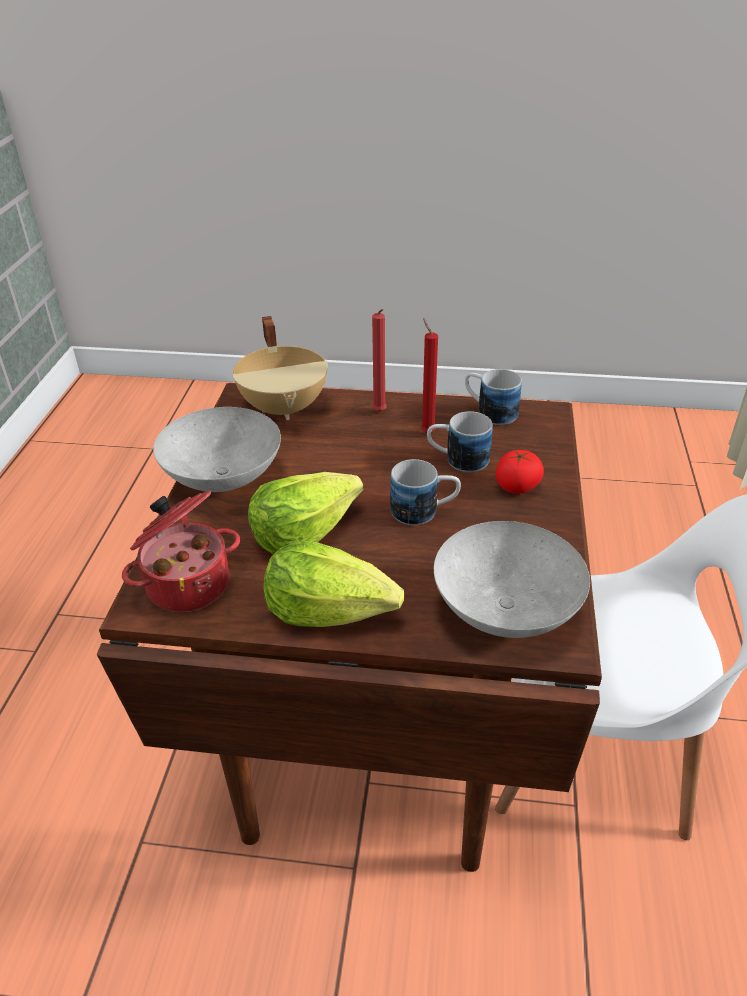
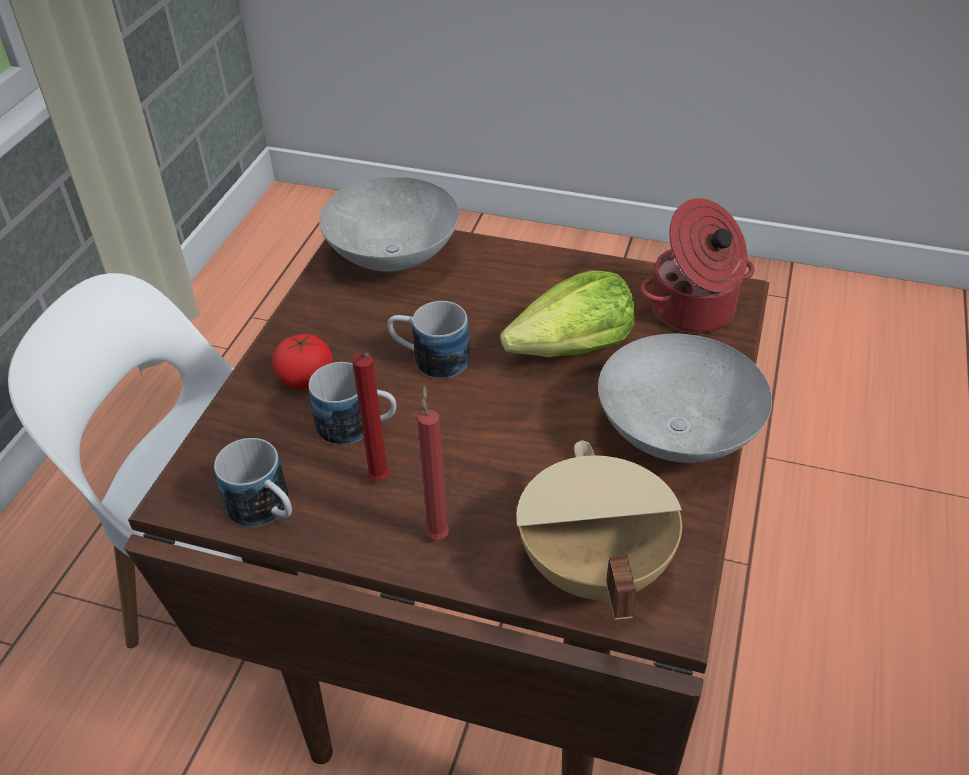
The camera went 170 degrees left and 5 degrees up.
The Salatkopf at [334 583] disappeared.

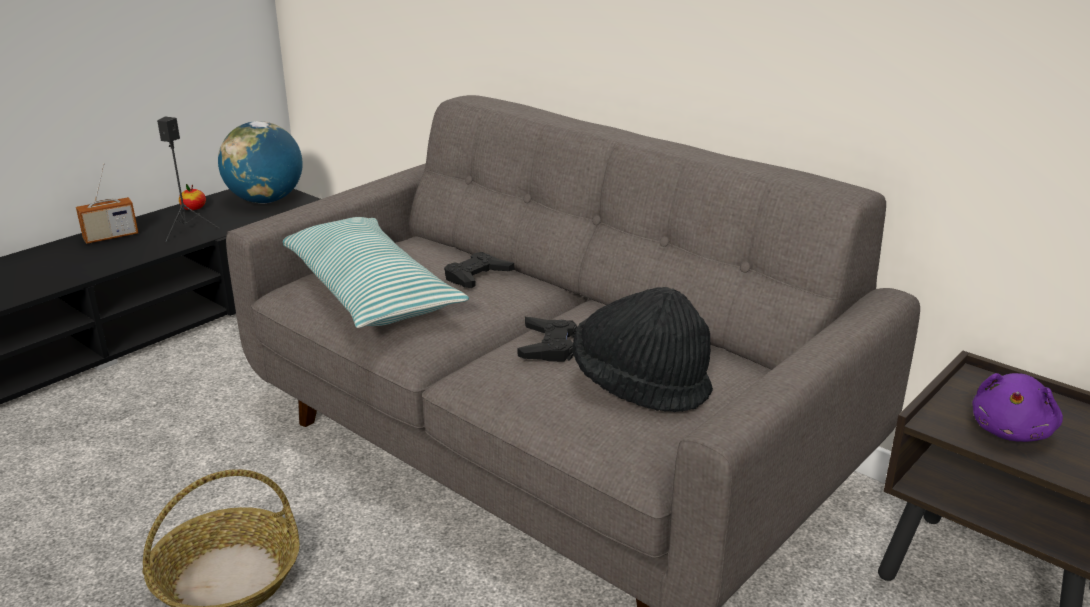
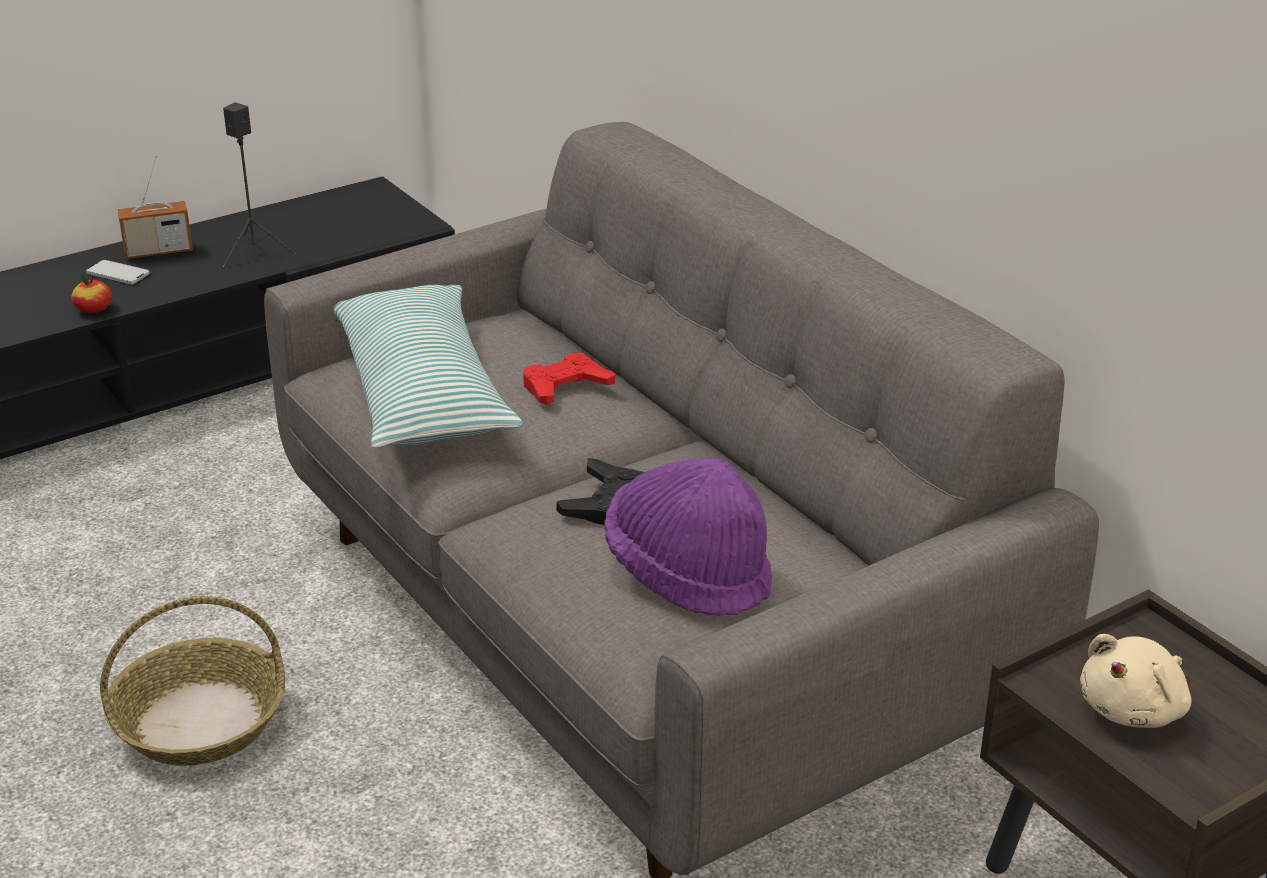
The camera went 15 degrees right and 5 degrees up.
The Apfel moved from [192 197] to [91 293].
The Globus at [260 162] disappeared.
The Gamepad/schwarz at [479 270] became the Gamepad/rot at [569 379].
The Hut/schwarz at [642 349] became the Hut/lila at [688 537].
The Plüschtier/lila at [1017 407] became the Plüschtier/beige at [1135 681].
The Handy at [118 272] appeared.

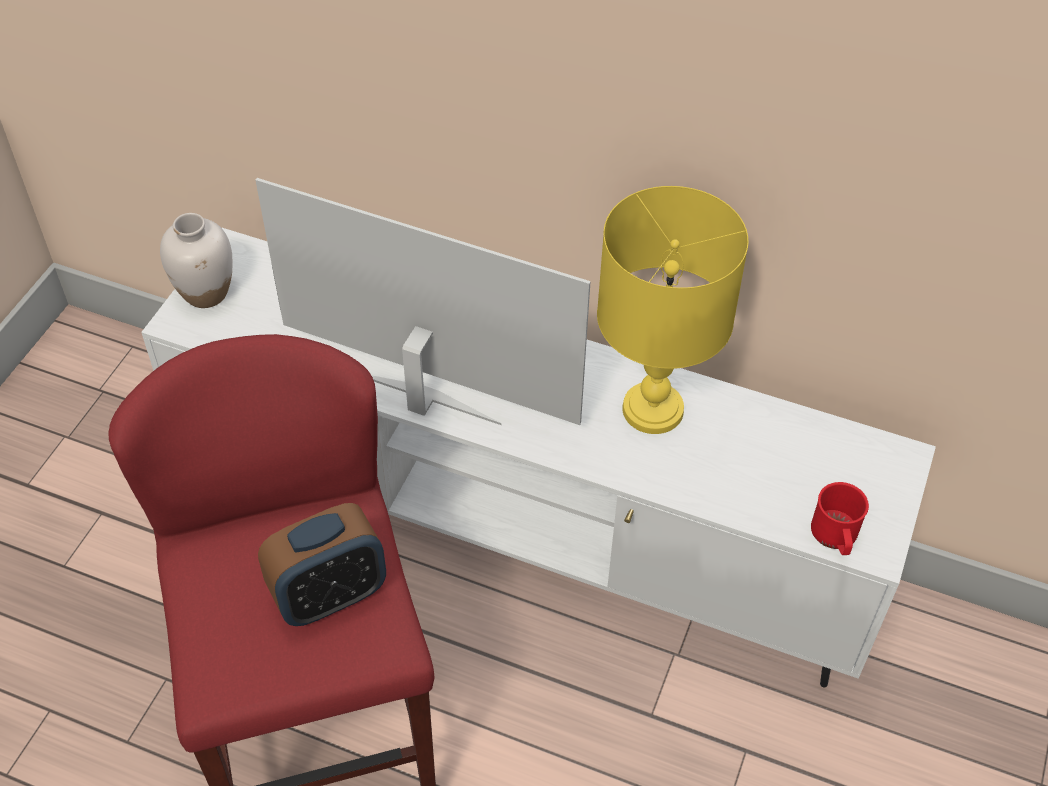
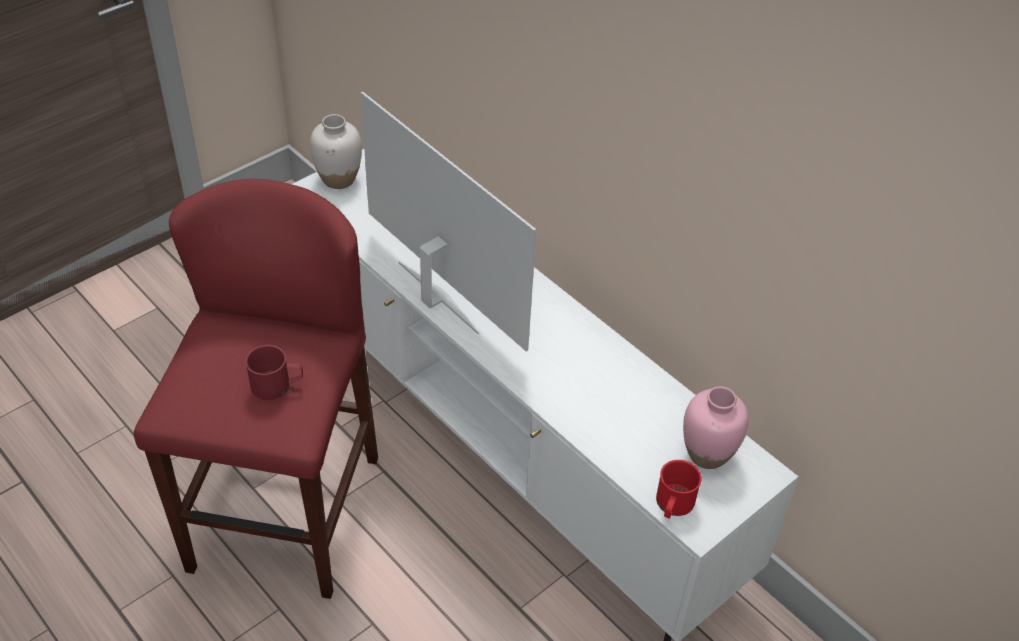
The camera went 25 degrees right and 5 degrees down.
The Wecker at [322 564] was replaced by the Henkelbecher/rot at [274 372].
The Tischlampe/gelb at [673 310] disappeared.
The Vase/rosa at [716 427] appeared.

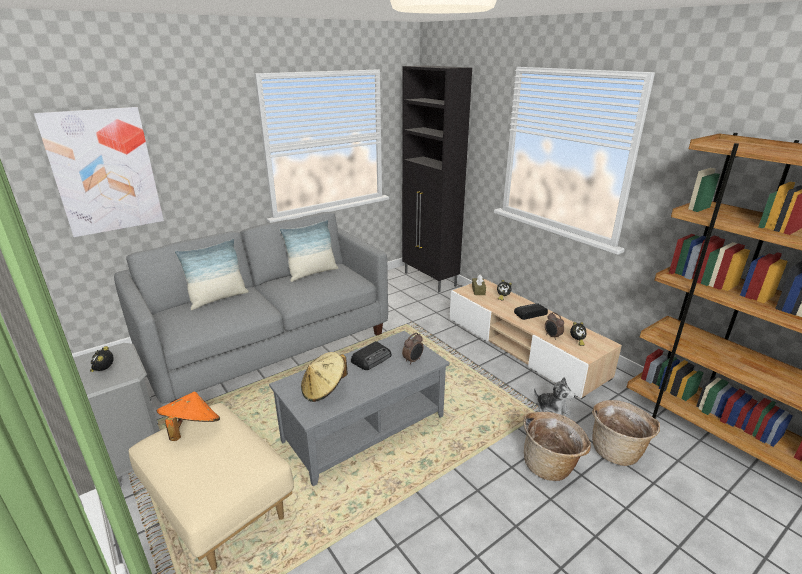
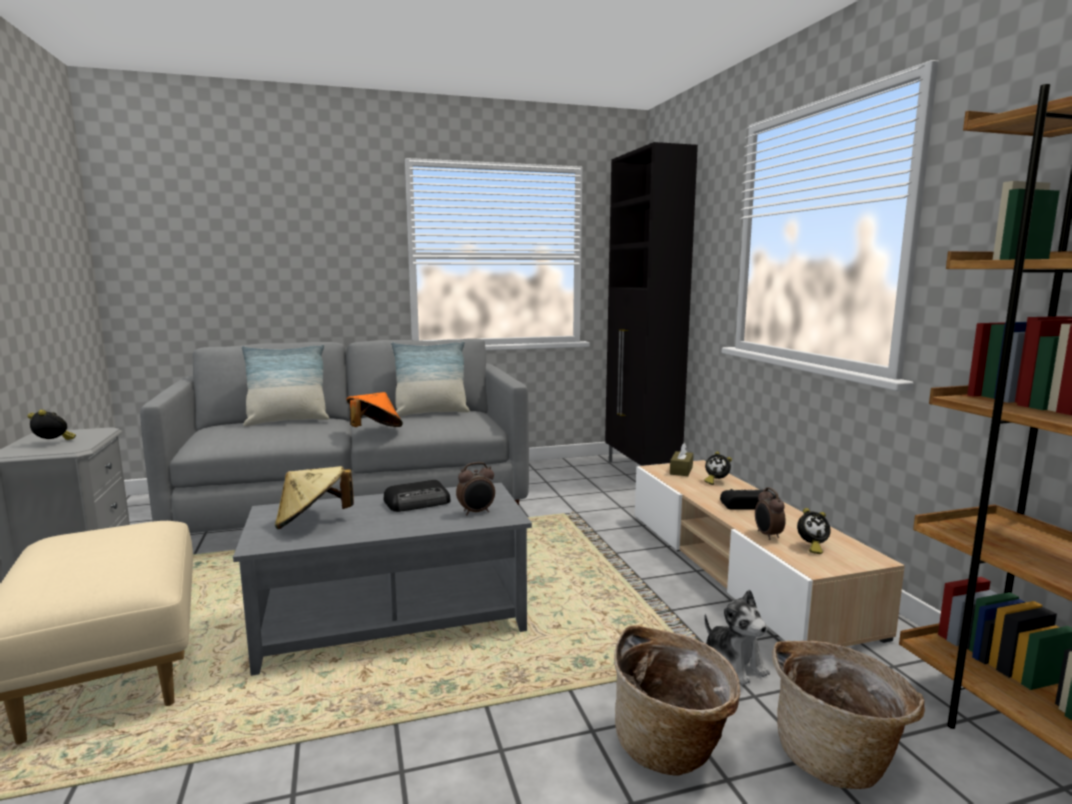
The camera went 20 degrees right and 15 degrees down.
The Bild at [99 172] disappeared.
The Wecker at [102 359] turned 90 degrees clockwise.
The Hut/orange moved from [188 416] to [374 409].

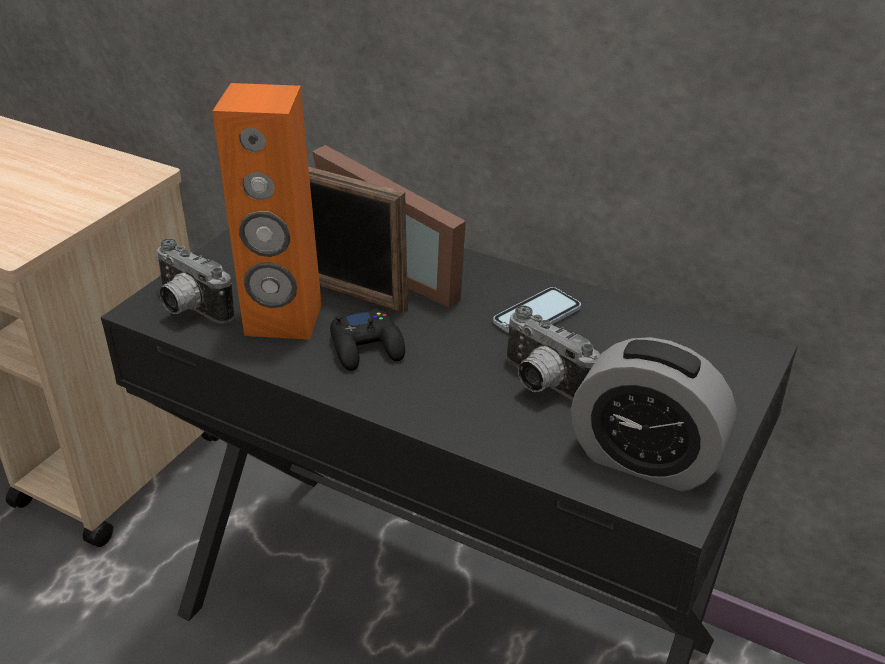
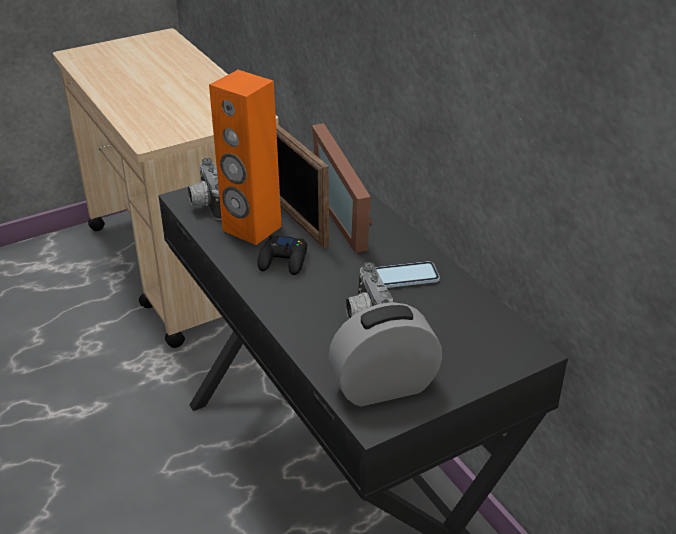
The camera went 30 degrees right and 0 degrees up.
The Wecker at [654 414] turned 105 degrees clockwise.

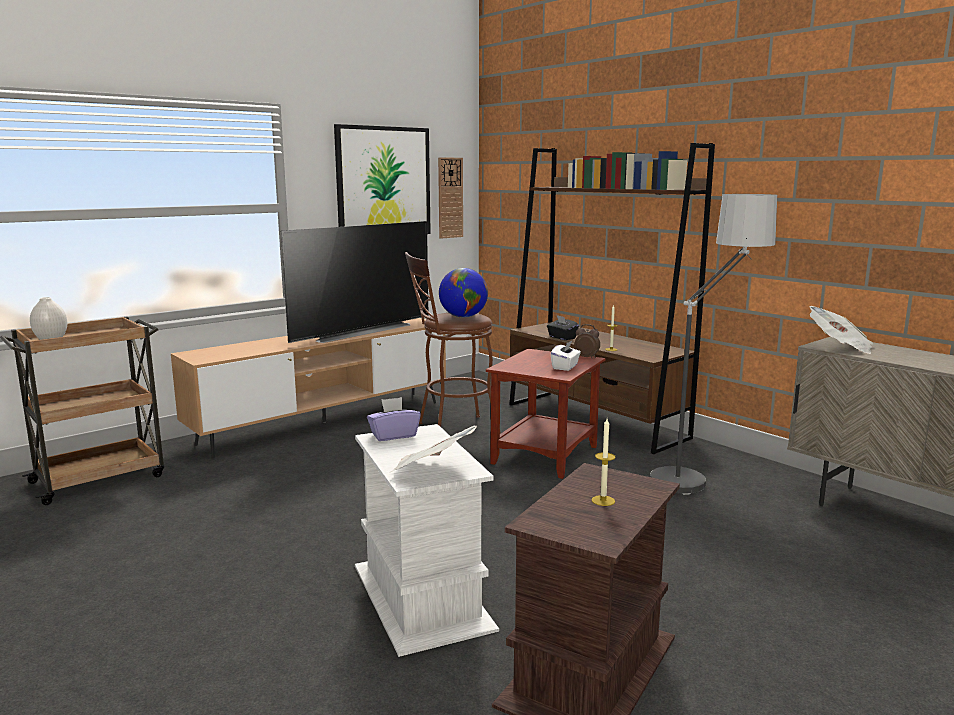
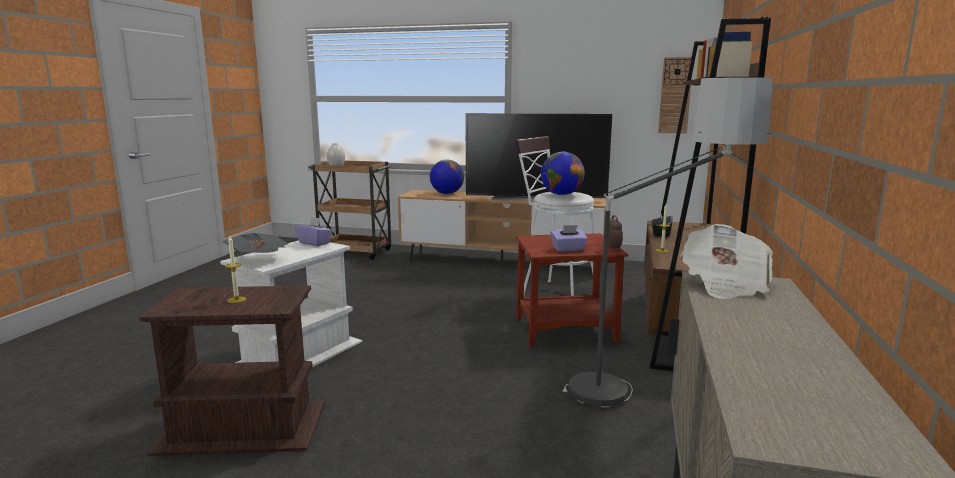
The camera went 55 degrees right and 0 degrees up.
The Bild at [382 179] disappeared.
The Hocker/braun at [453 343] became the Hocker/weiß at [554 216].
The Taschentuchbox/weiß at [566 355] became the Taschentuchbox/lila at [569 238].
The Globus at [447 177] appeared.

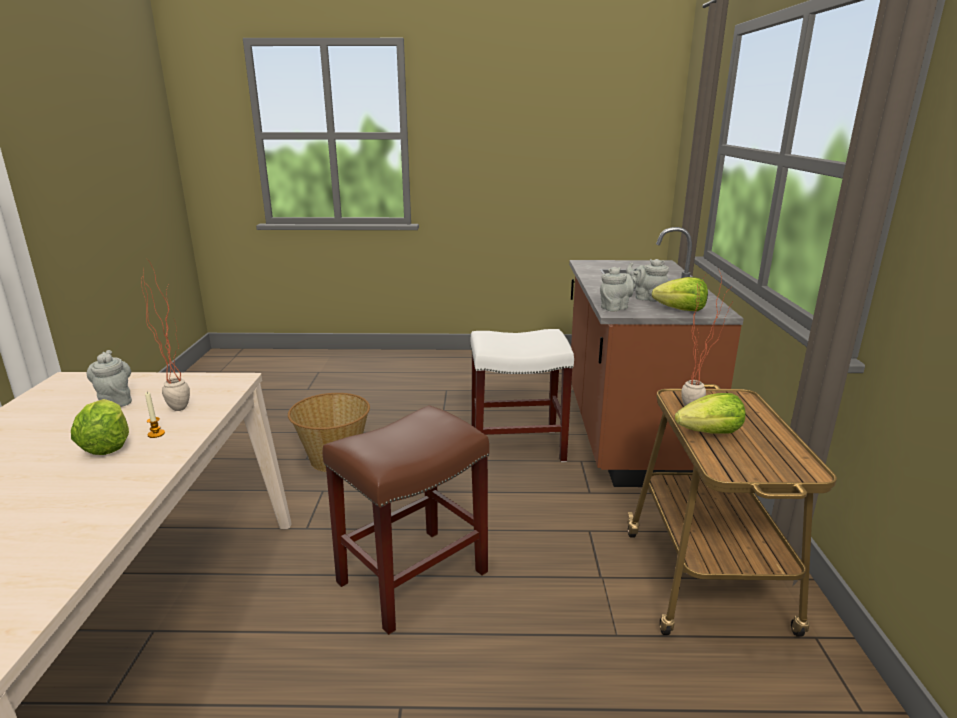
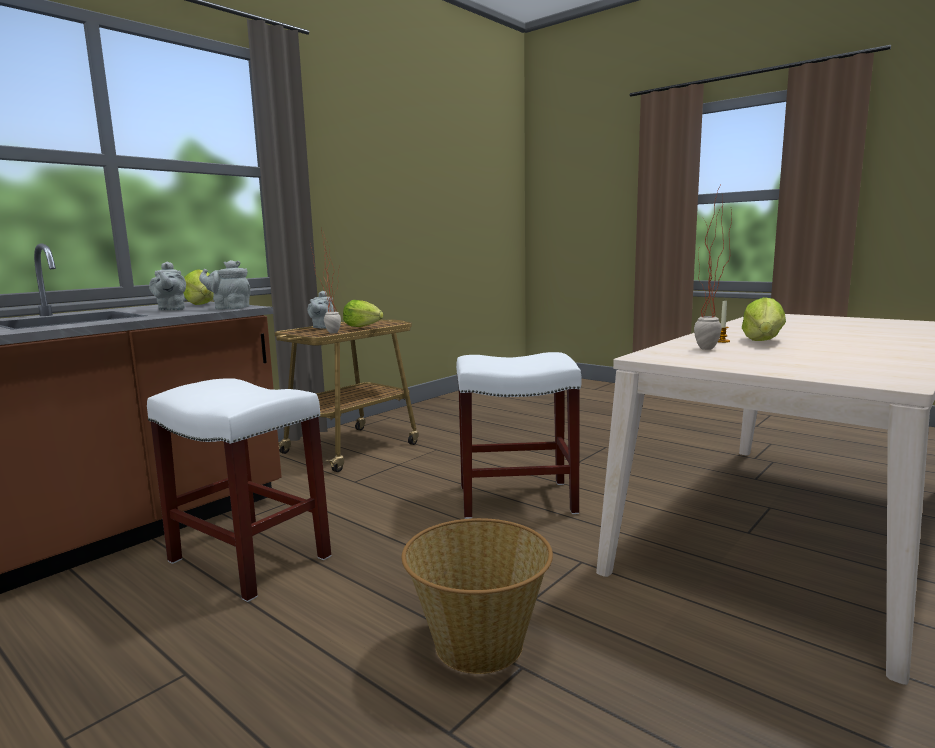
The camera went 140 degrees left and 10 degrees down.
The Teekanne/grau moved from [109 378] to [321 310].
The Hocker/braun at [406 520] became the Hocker/weiß at [519 435].

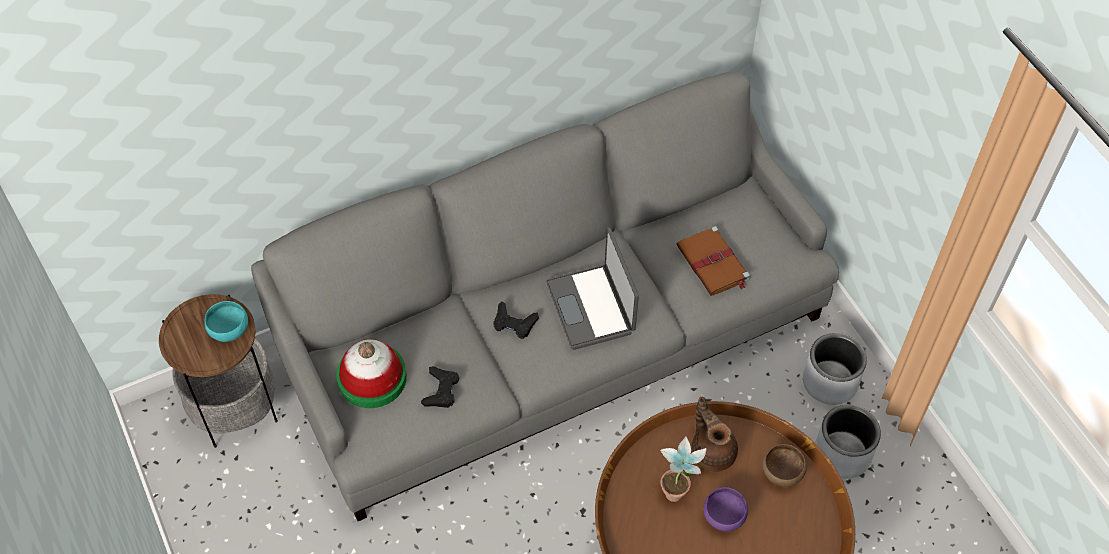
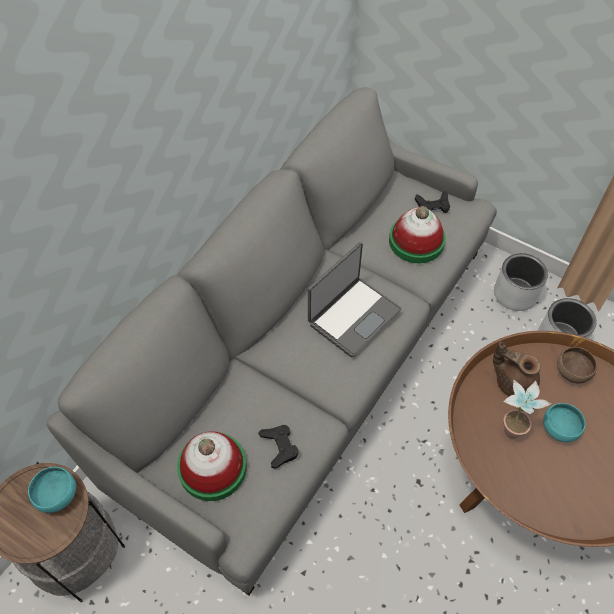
The camera went 30 degrees left and 0 degrees up.
The Gamepad/schwarz moved from [516 320] to [432 202].
The Laptop at [592 288] turned 90 degrees counterclockwise.
The Buch/braun at [713 261] was replaced by the Hut at [417 234].
The Schüssel/lila at [725 509] became the Schüssel/türkis at [564 422].

